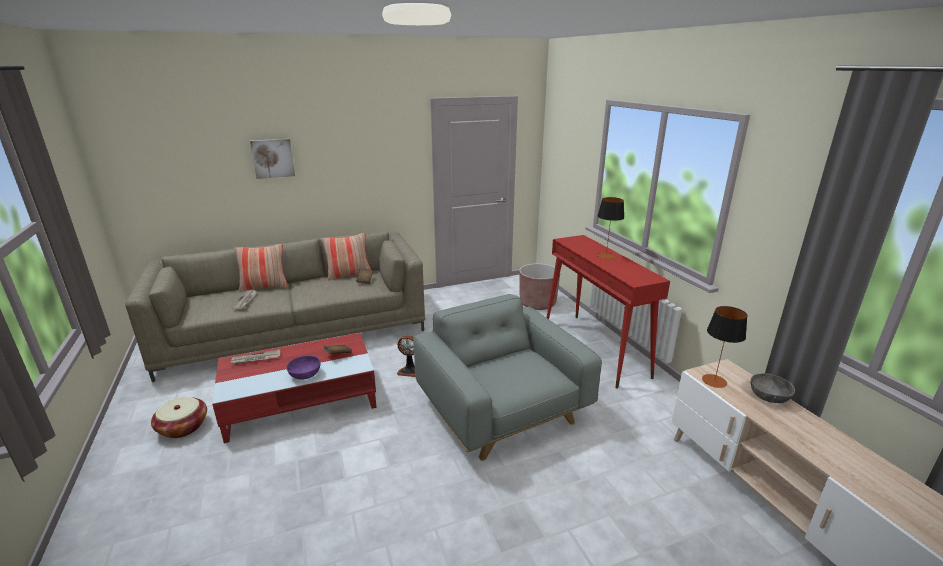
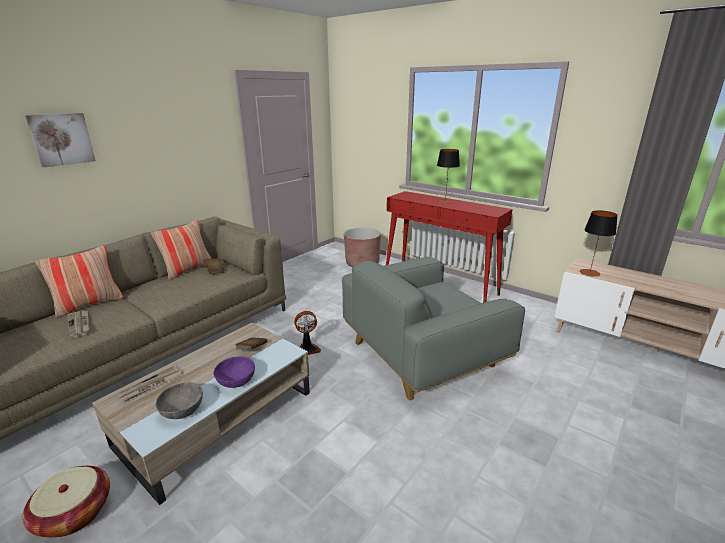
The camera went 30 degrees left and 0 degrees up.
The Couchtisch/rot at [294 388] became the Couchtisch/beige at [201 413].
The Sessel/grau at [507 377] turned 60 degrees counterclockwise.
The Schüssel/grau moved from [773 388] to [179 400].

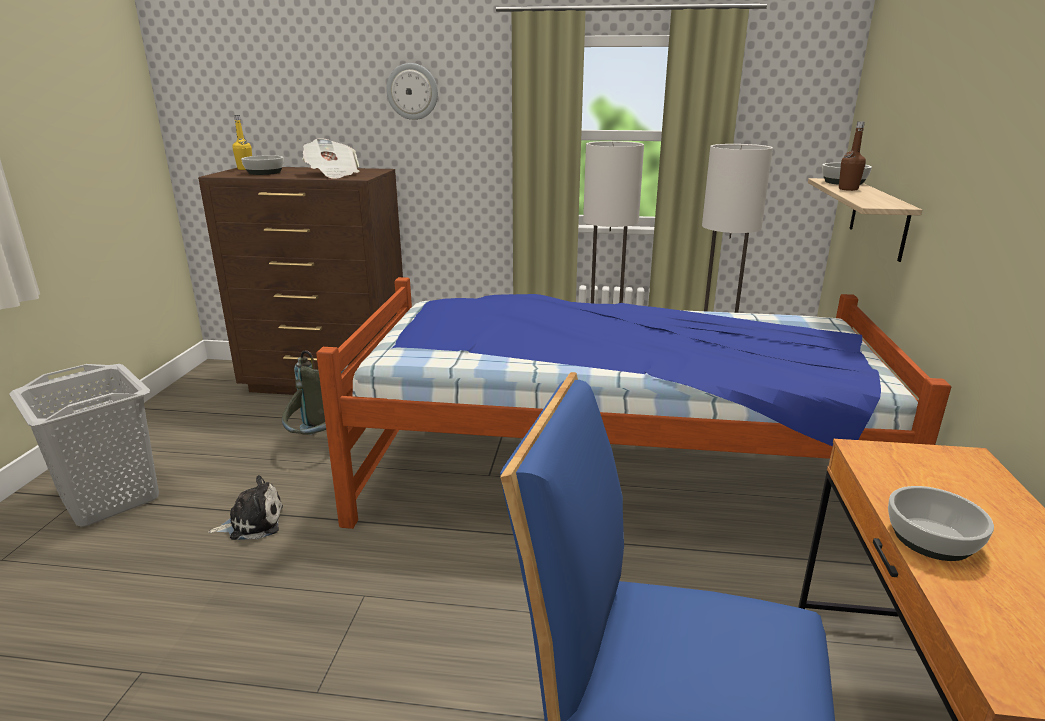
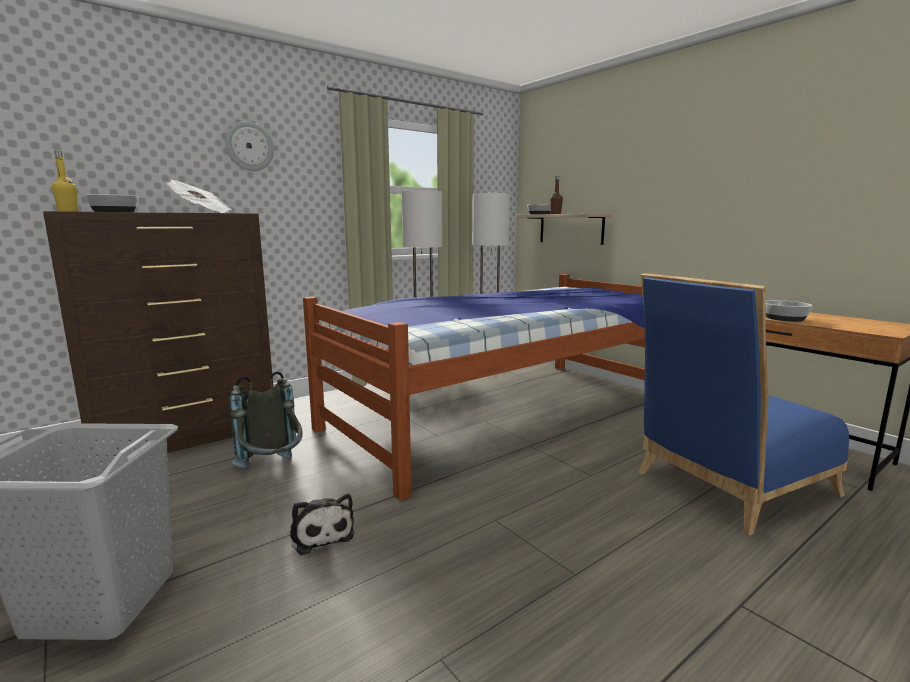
The camera went 45 degrees left and 10 degrees down.
The Plüschtier at [245 507] turned 120 degrees clockwise.

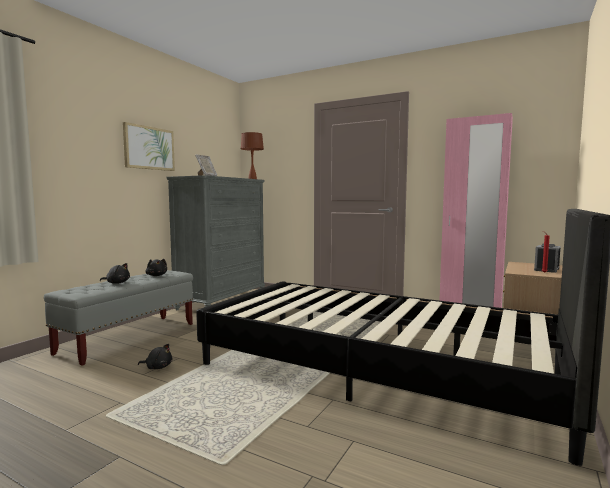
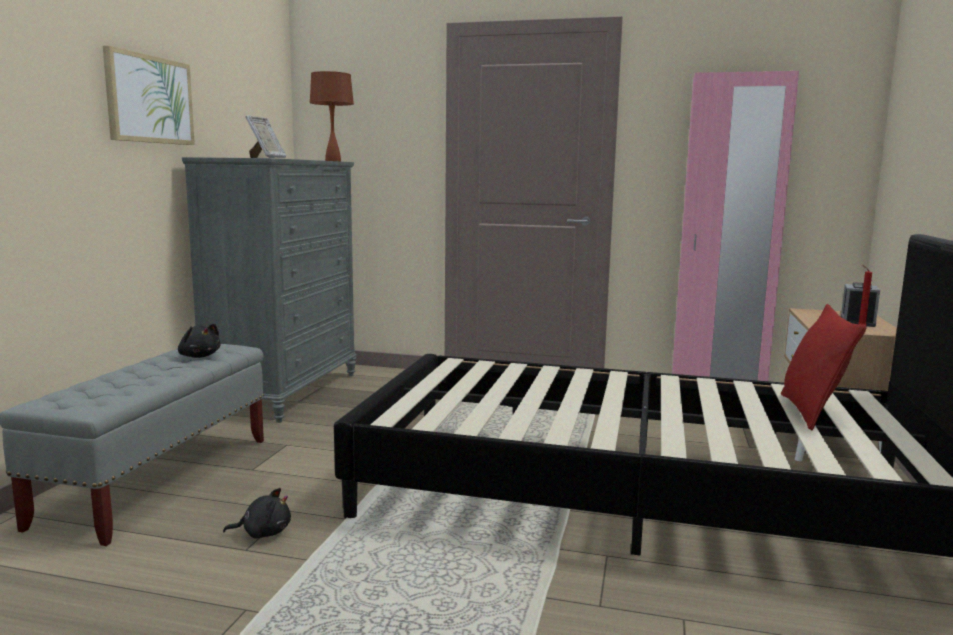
The camera went 15 degrees left and 5 degrees up.
The Plüschtier/schwarz at [115 273] disappeared.
The Kissen/rot at [824 367] appeared.

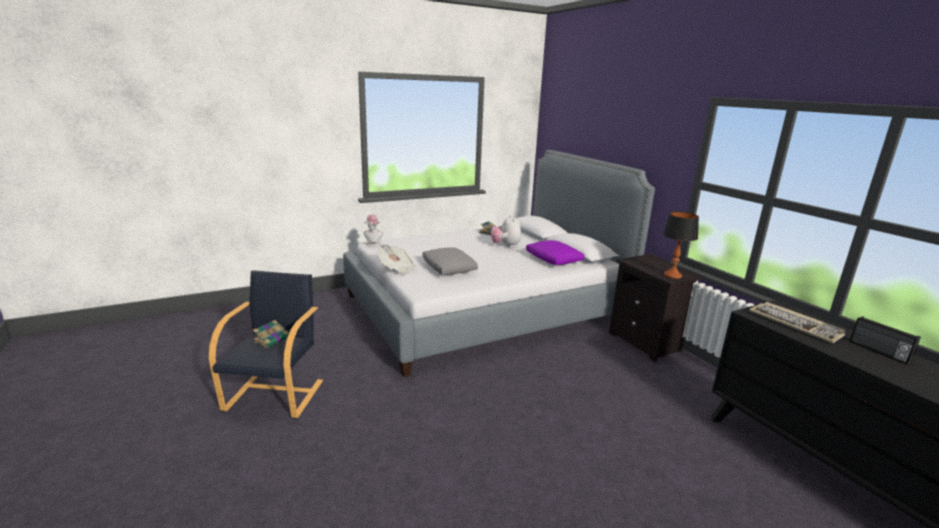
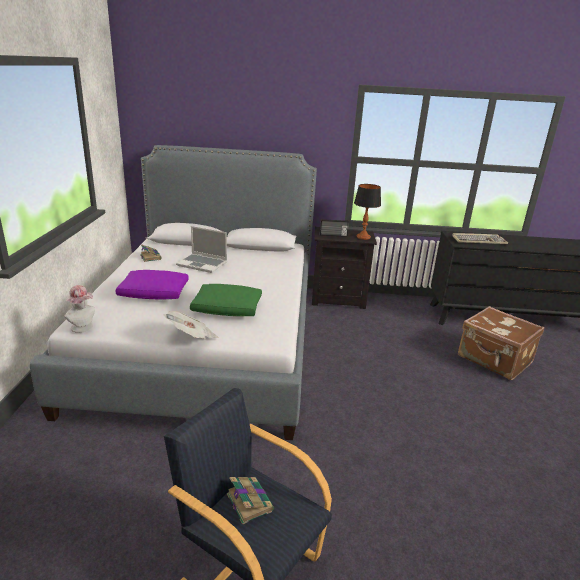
The camera went 60 degrees left and 5 degrees up.
The Kissen/grau at [450 261] became the Kissen/grün at [226 300].
The Plüschtier at [506 231] was replaced by the Laptop at [201 249].
The Kissen/lila moved from [555 252] to [152 285].
The Radio moved from [885 340] to [334 228].
The Koffer/braun at [501 343] appeared.

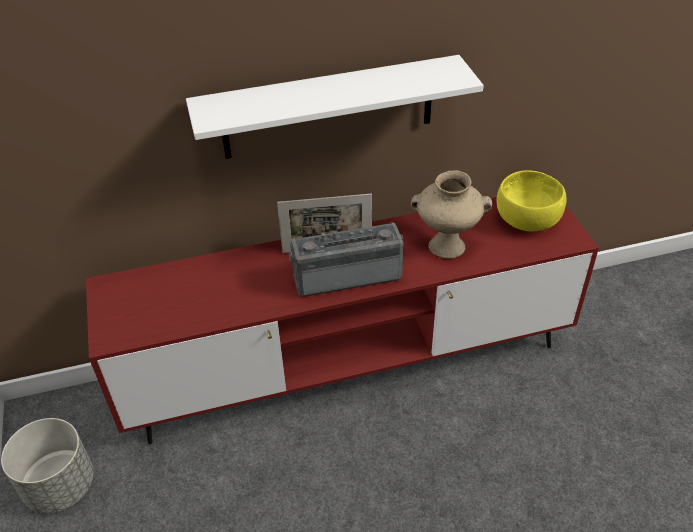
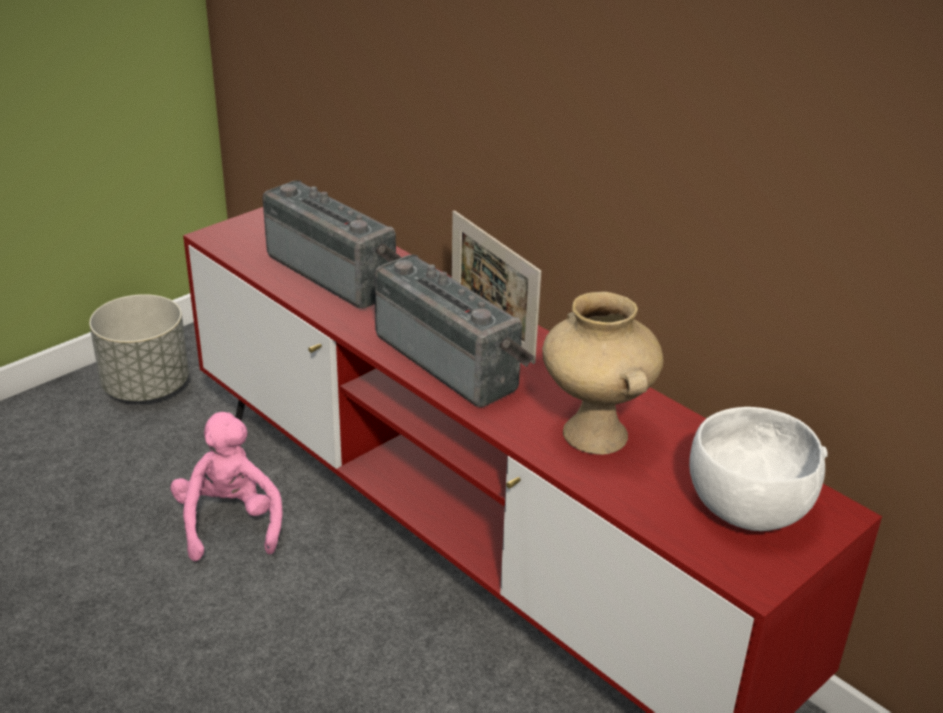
The camera went 60 degrees right and 10 degrees down.
The Wandregal/weiß at [335 107] disappeared.
The Schüssel/gelb at [532 201] became the Schüssel/weiß at [758 469].
The Plüschtier/rosa at [226 486] appeared.
The Radio at [332 244] appeared.

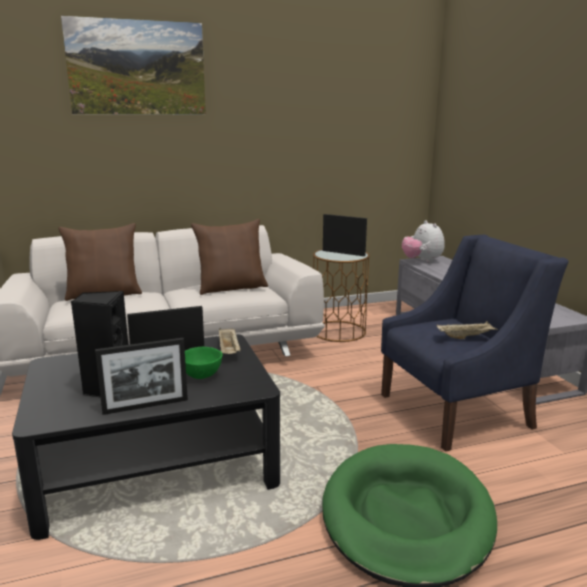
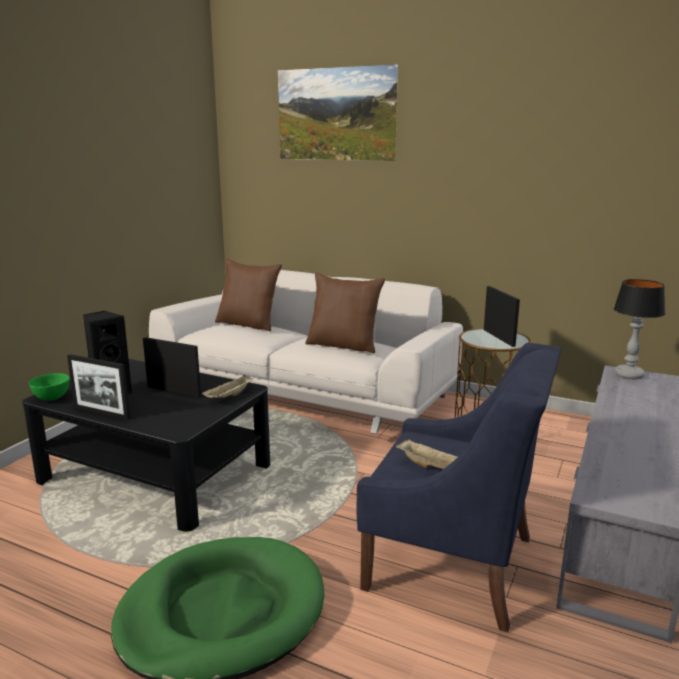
The camera went 45 degrees right and 0 degrees up.
The Schüssel/grün moved from [203 363] to [49 387].
The Plüschtier at [423 242] was replaced by the Tischlampe at [639 329].

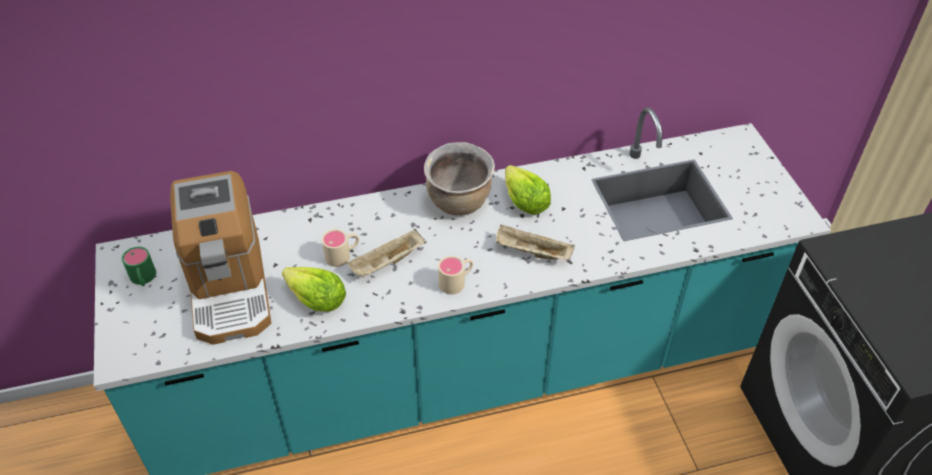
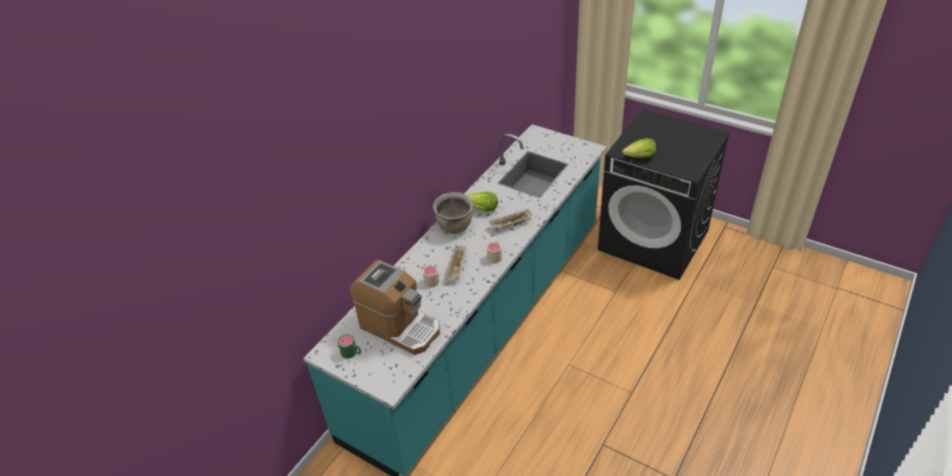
The camera went 40 degrees left and 5 degrees down.
The Salatkopf moved from [314 289] to [639 148].

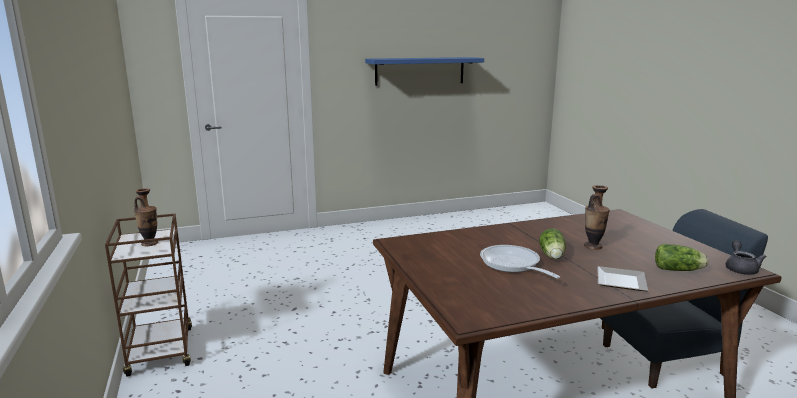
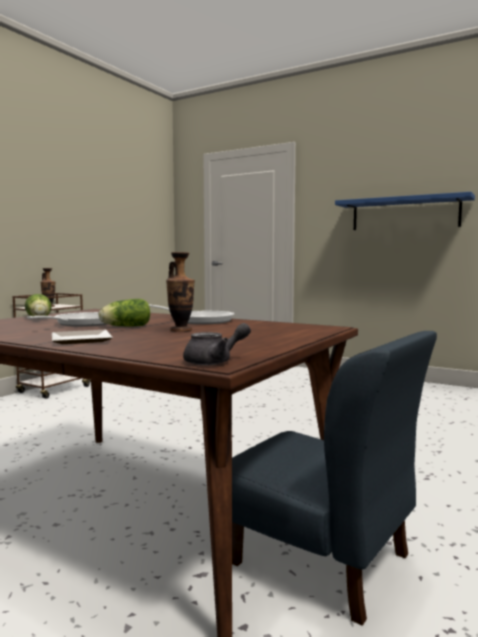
The camera went 50 degrees right and 10 degrees down.
The Salatkopf moved from [681 257] to [38 306].
The Pfanne at [191 314] appeared.

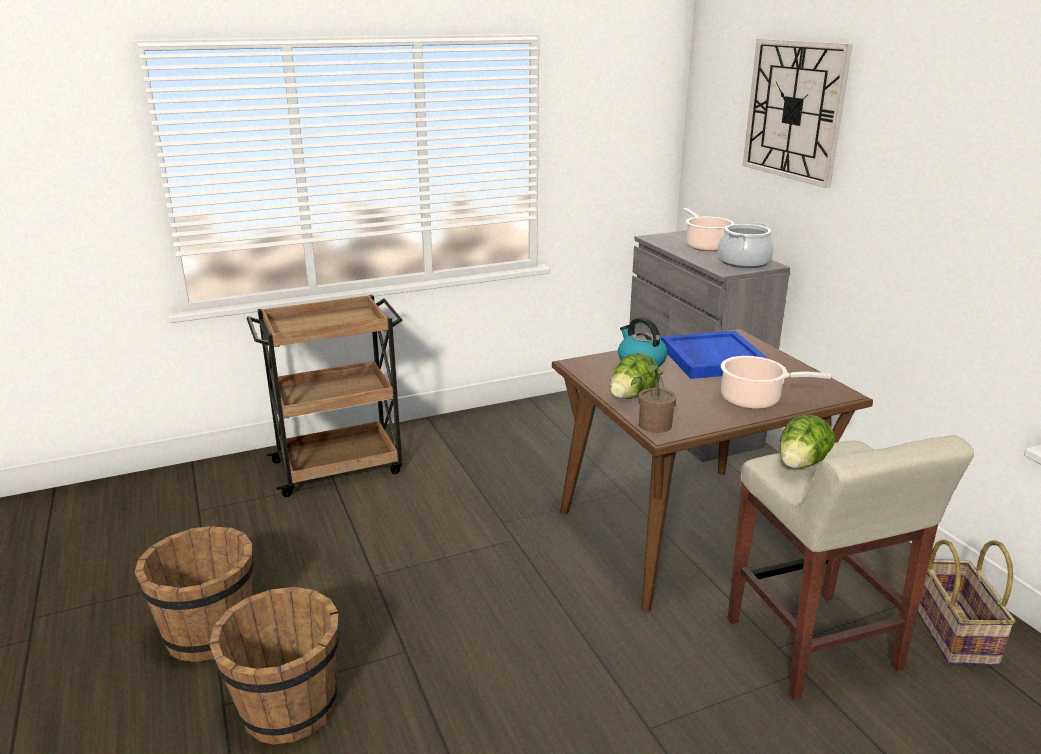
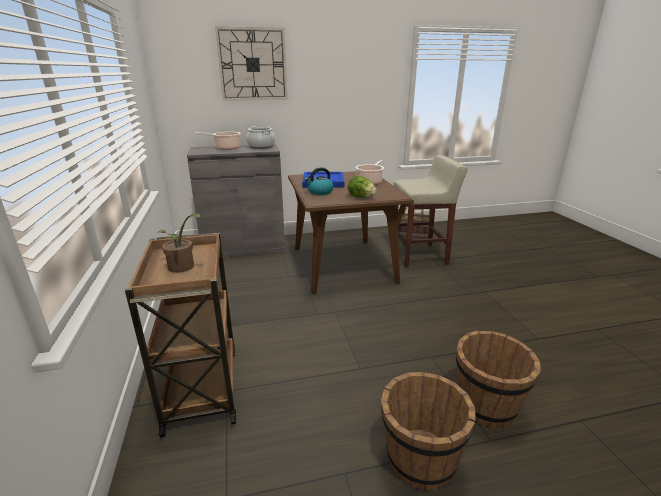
The camera went 80 degrees left and 0 degrees up.
The Topfpflanze moved from [653 399] to [180 243].
The Salatkopf at [807 441] disappeared.

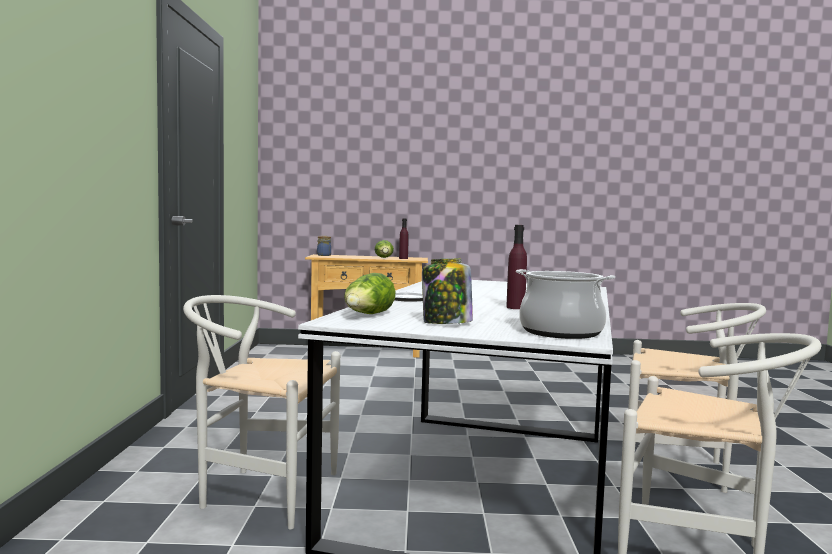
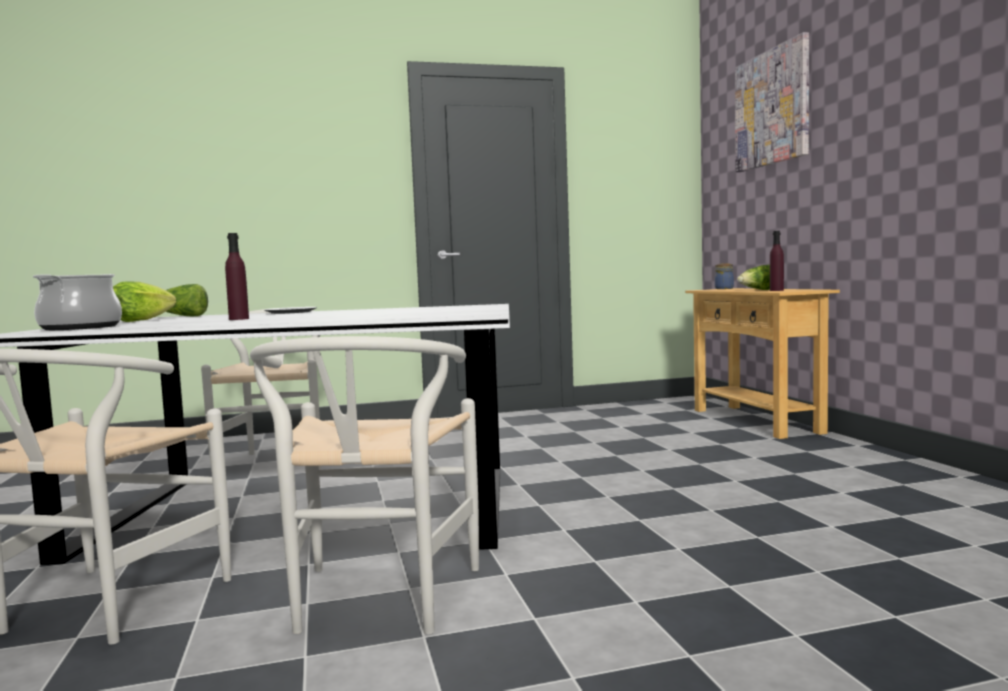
The camera went 75 degrees right and 0 degrees up.
The Vorratsglas at [447 291] was replaced by the Salatkopf at [144 301].
The Bild at [772 102] appeared.

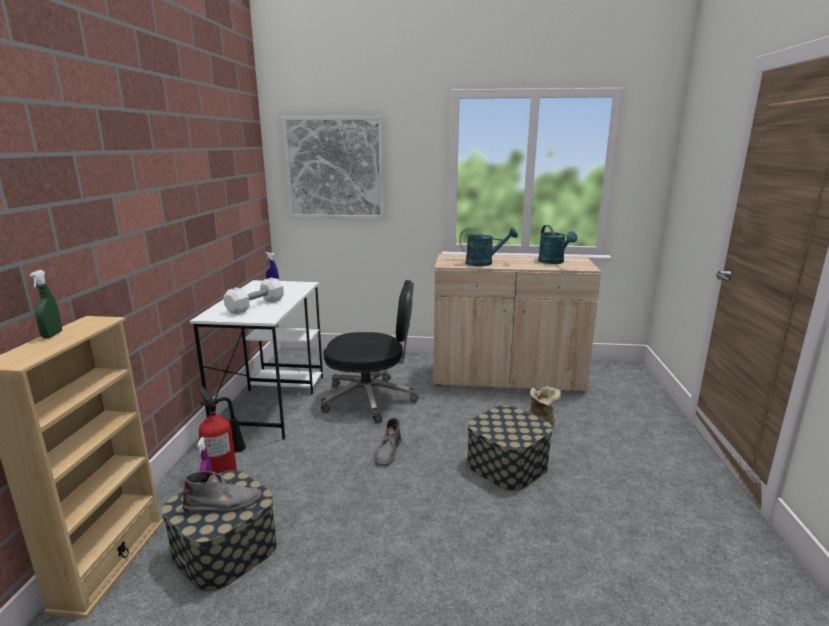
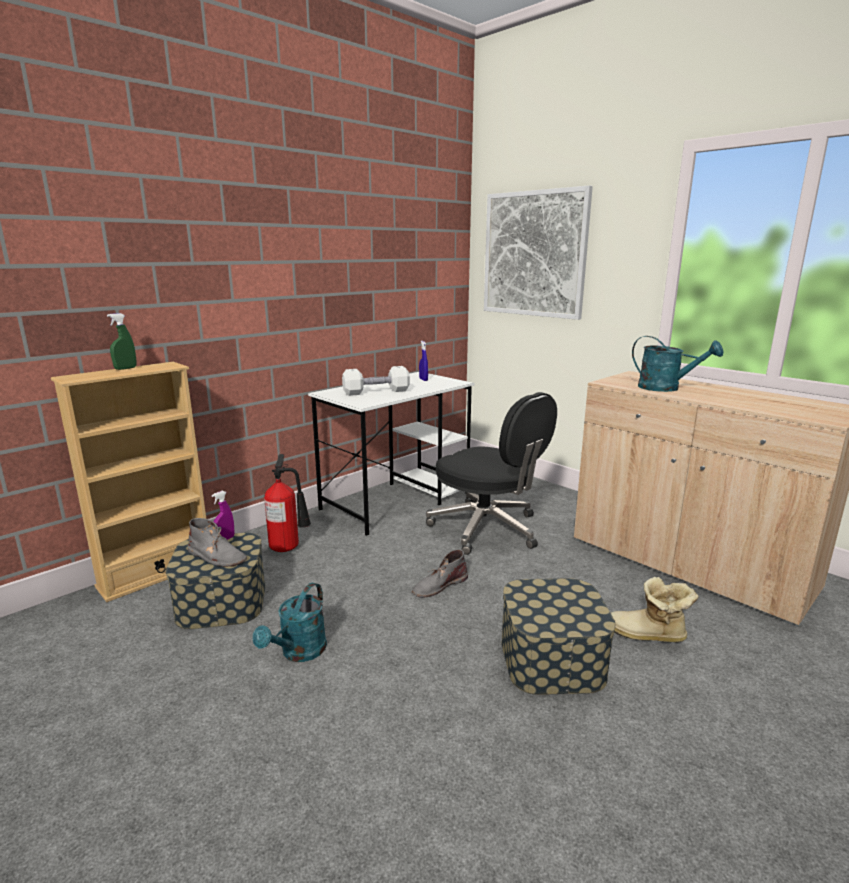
The camera went 40 degrees right and 0 degrees up.
The Gießkanne/türkis moved from [557 244] to [290 622].

